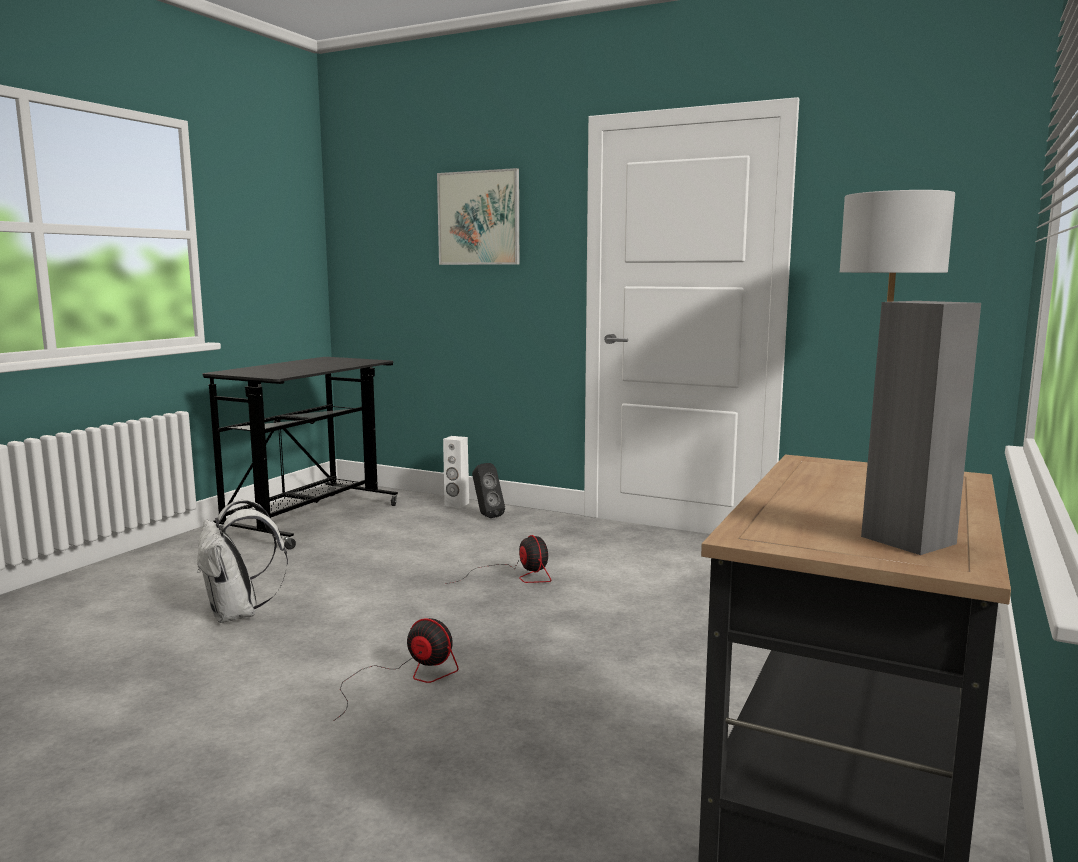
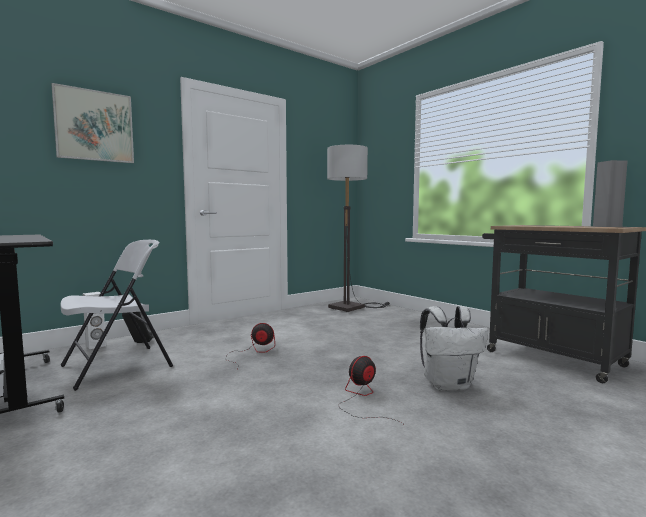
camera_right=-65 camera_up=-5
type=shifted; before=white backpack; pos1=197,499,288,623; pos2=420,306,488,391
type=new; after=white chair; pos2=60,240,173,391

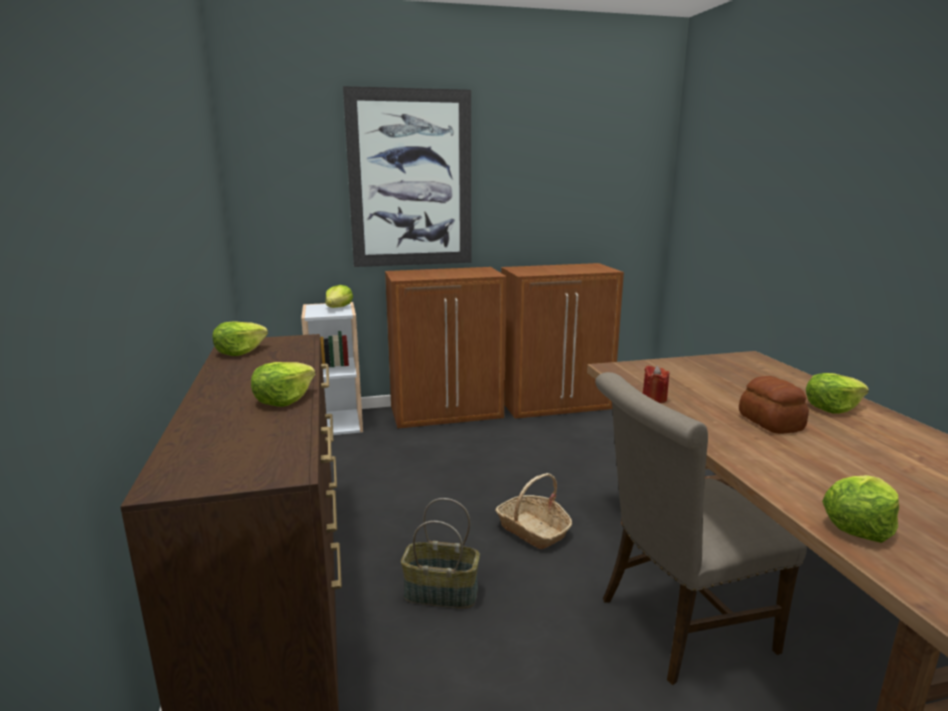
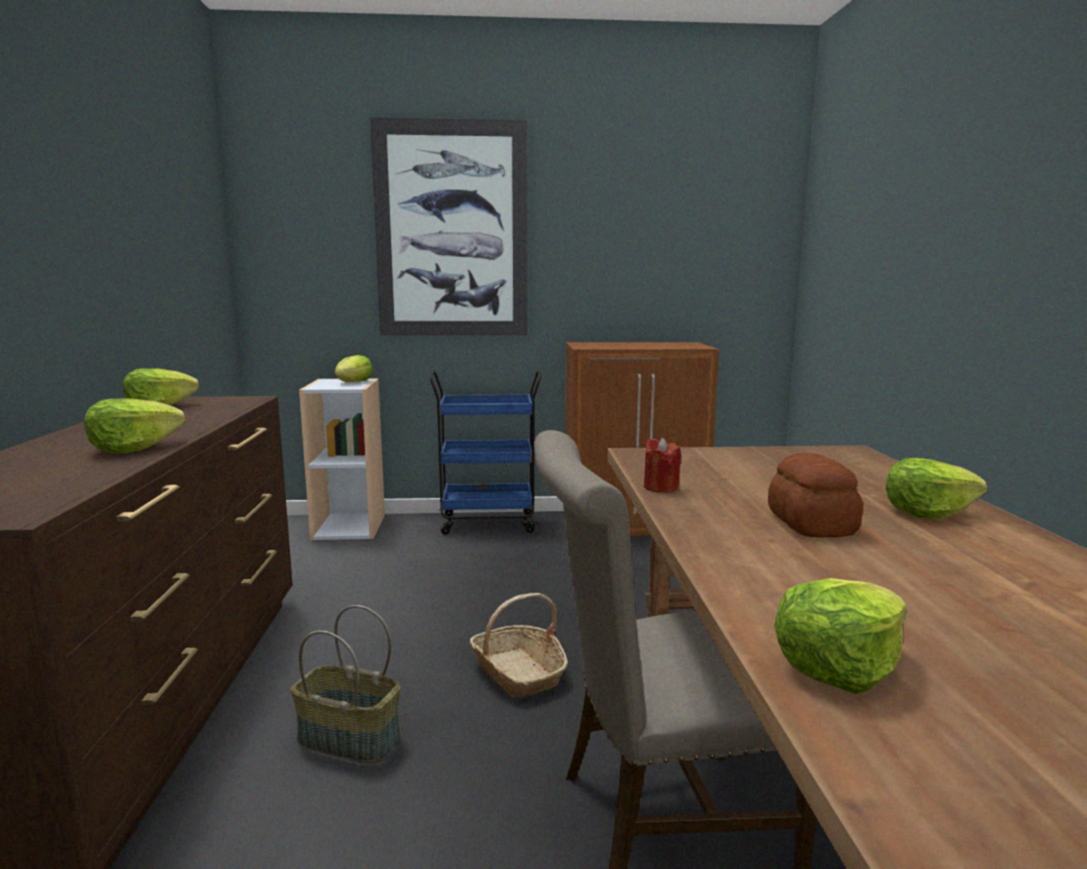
camera_right=10 camera_up=-5
type=swapped; before=brown cabinet; after=blue cart; pos1=385,267,507,428; pos2=430,370,541,535

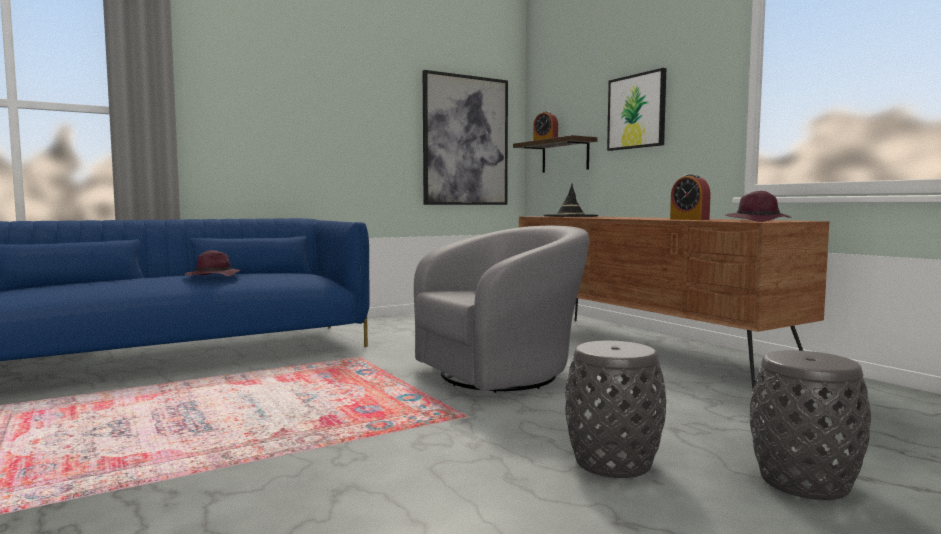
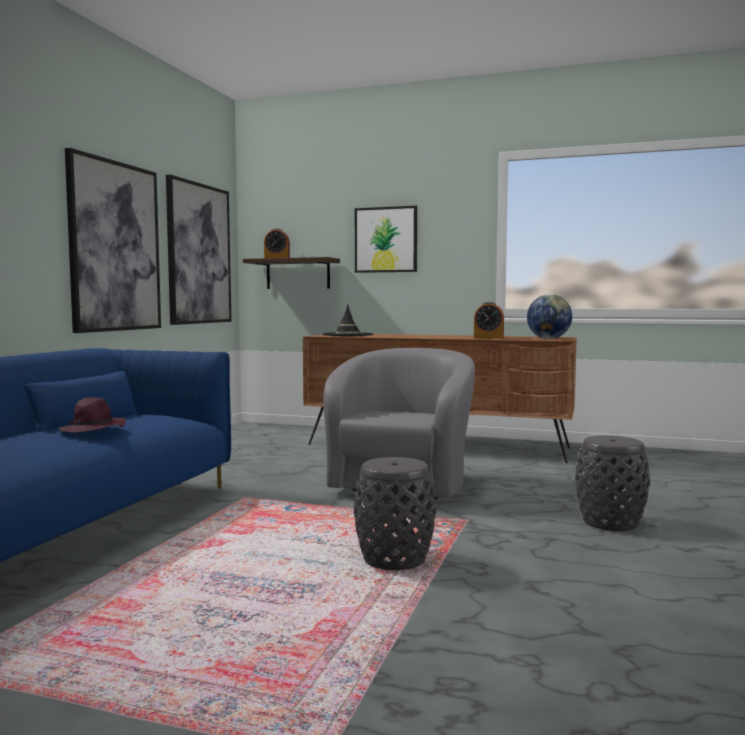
camera_right=-40 camera_up=0
type=swapped; before=purple hat; after=globe; pos1=726,191,792,222; pos2=527,294,572,339
type=shifted; before=grey stool; pos1=750,350,871,500; pos2=354,457,436,570
type=new; after=picture; pos2=65,148,161,333

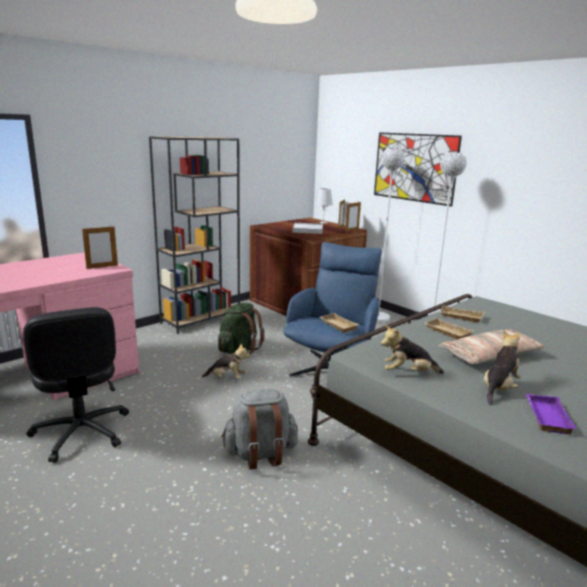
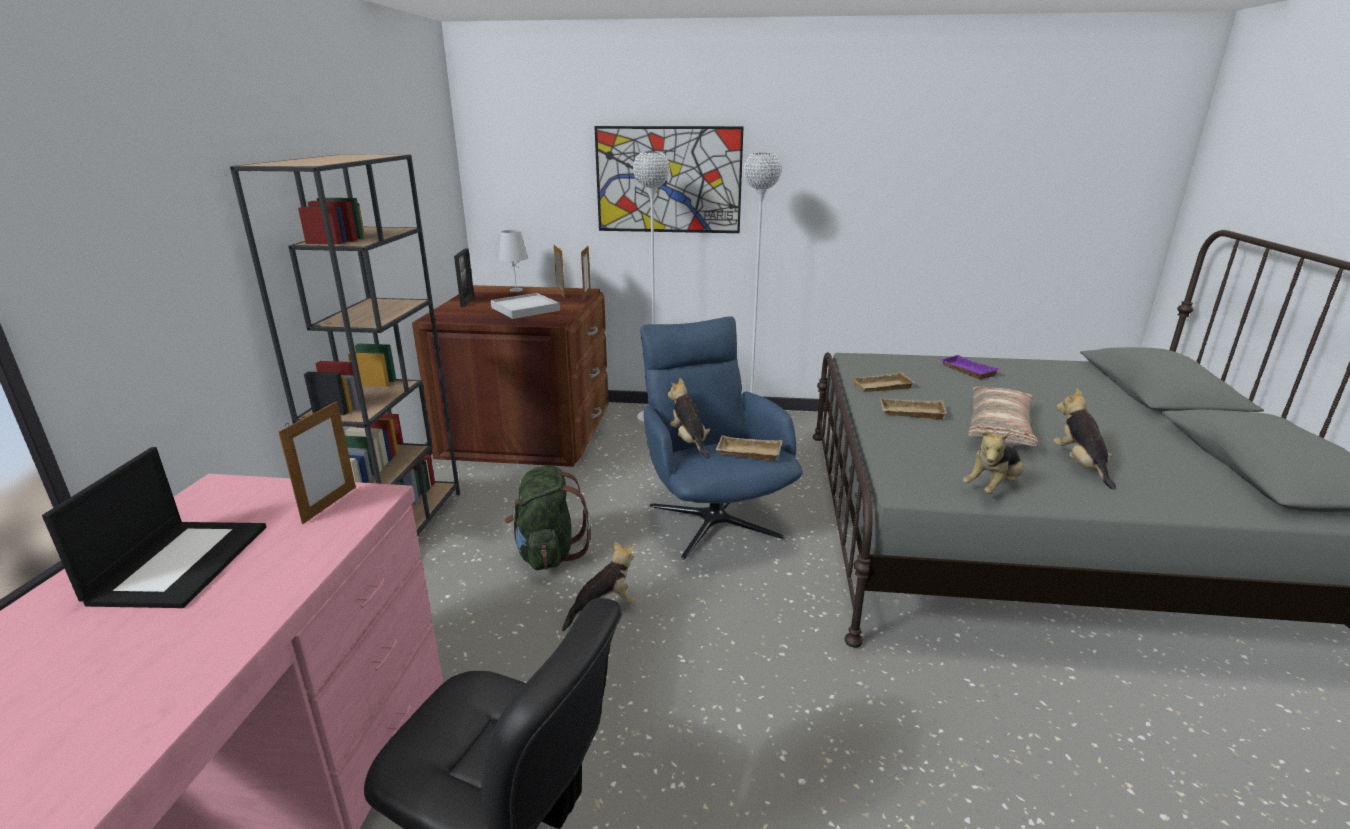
camera_right=-40 camera_up=5
type=gone; before=grey backpack; pos1=221,389,298,470
type=shifted; before=purple tray; pos1=526,394,577,434; pos2=939,355,1000,379
type=new; after=laptop; pos2=42,447,266,608
type=new; after=picture frame; pos2=454,248,474,307
type=new; after=plush toy; pos2=668,378,710,459

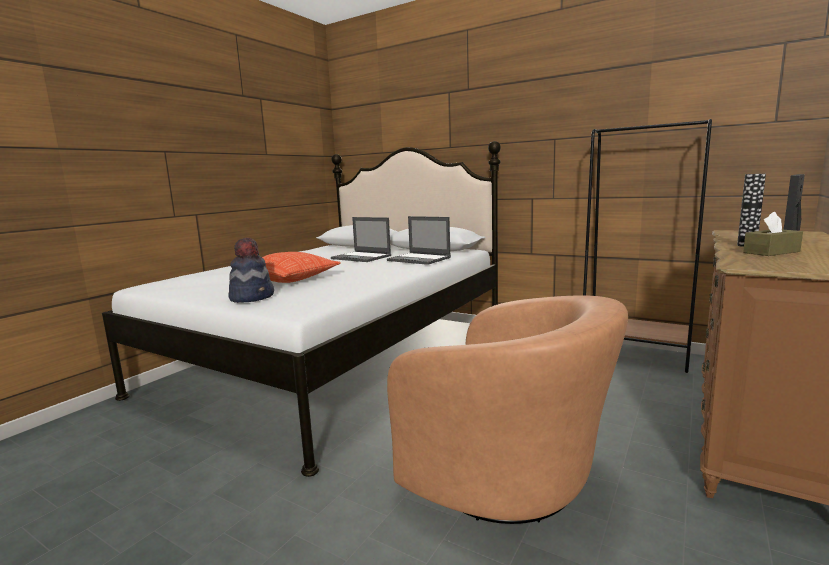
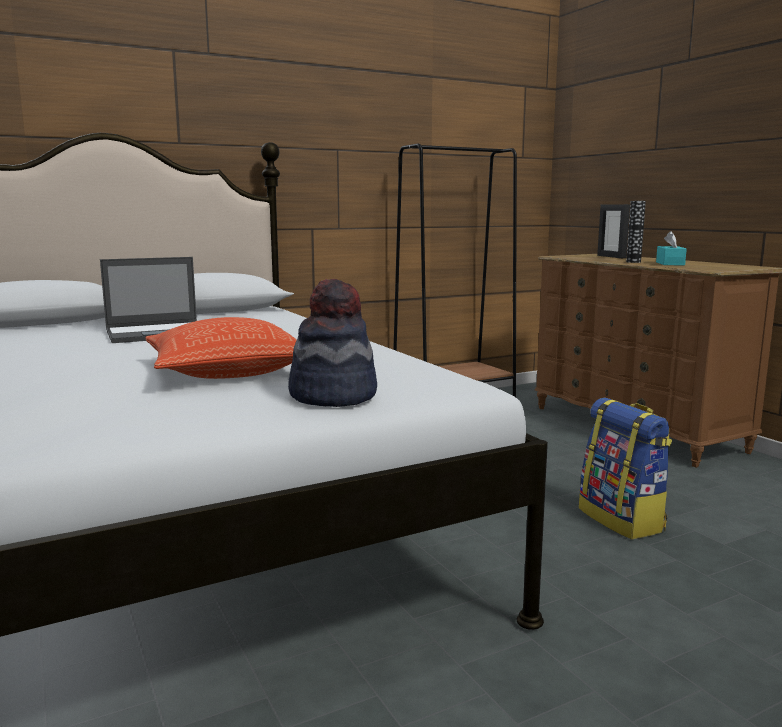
camera_right=-60 camera_up=0
type=gone; before=laptop; pos1=387,216,451,265
type=swapped; before=brown armchair; after=backpack; pos1=387,295,628,524; pos2=579,397,672,539
type=repainted; before=brown tissue box; after=turquoise tissue box; pos1=743,212,803,256; pos2=656,231,687,266

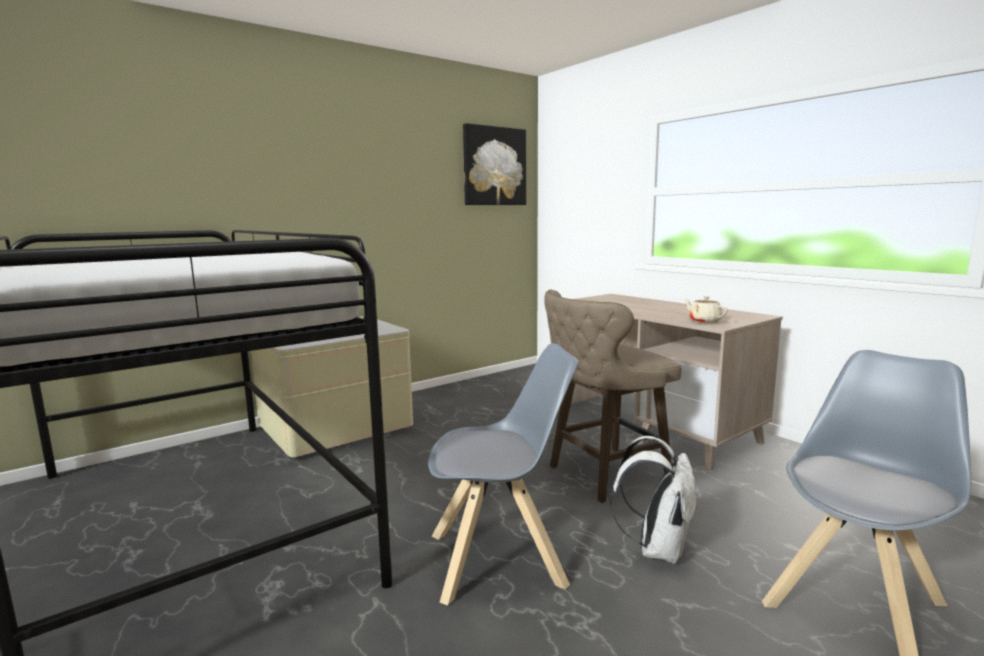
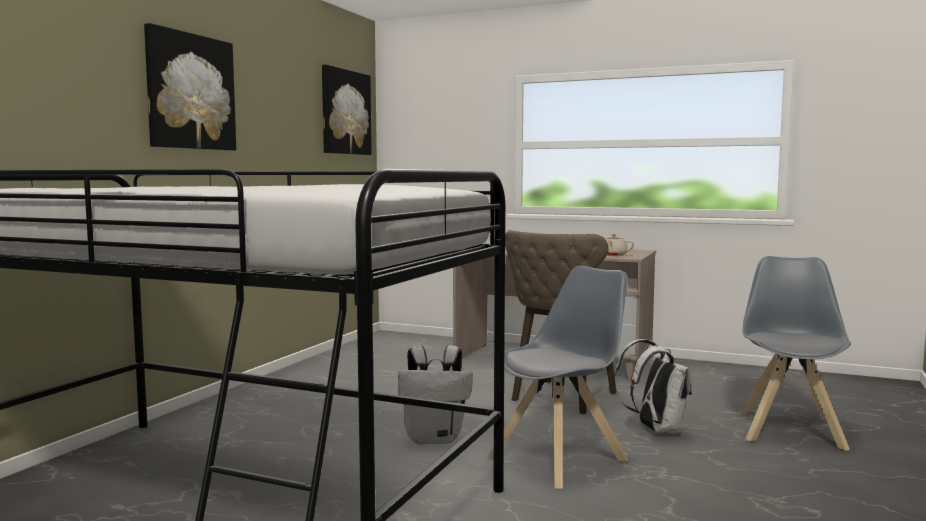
camera_right=-30 camera_up=-5
type=gone; before=beige nightstand; pos1=251,316,413,457
type=new; after=picture; pos2=144,23,236,151
type=new; after=white backpack; pos2=398,345,473,444

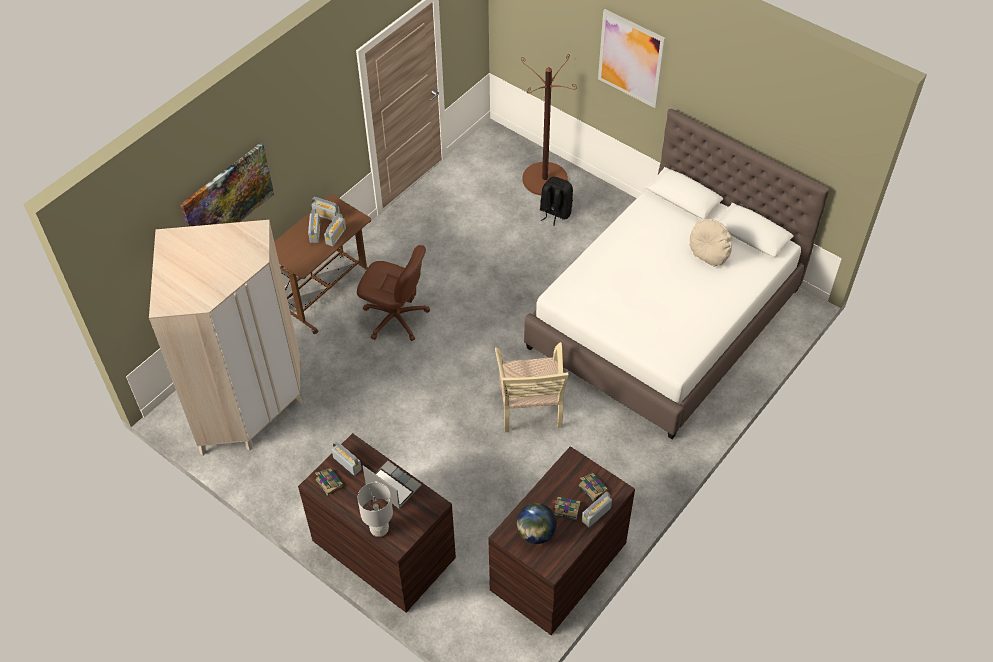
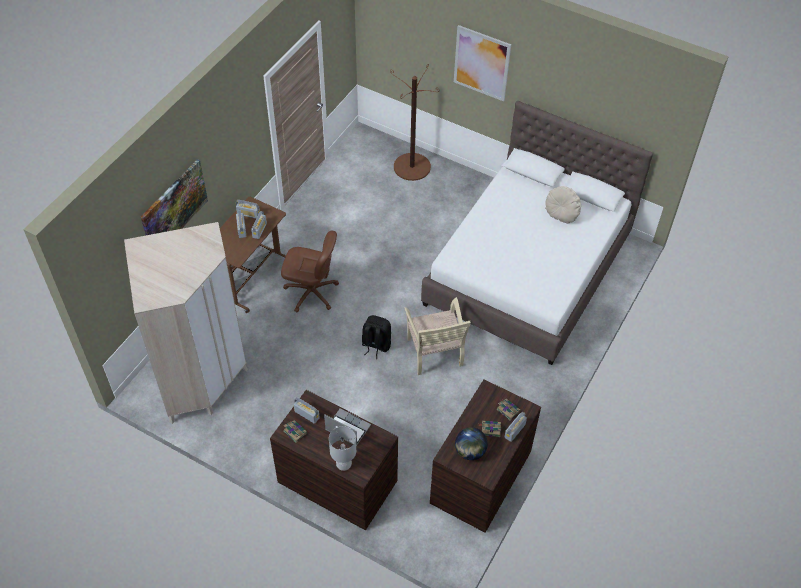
camera_right=-10 camera_up=0
type=shifted; before=black backpack; pos1=540,177,573,226; pos2=362,315,391,359

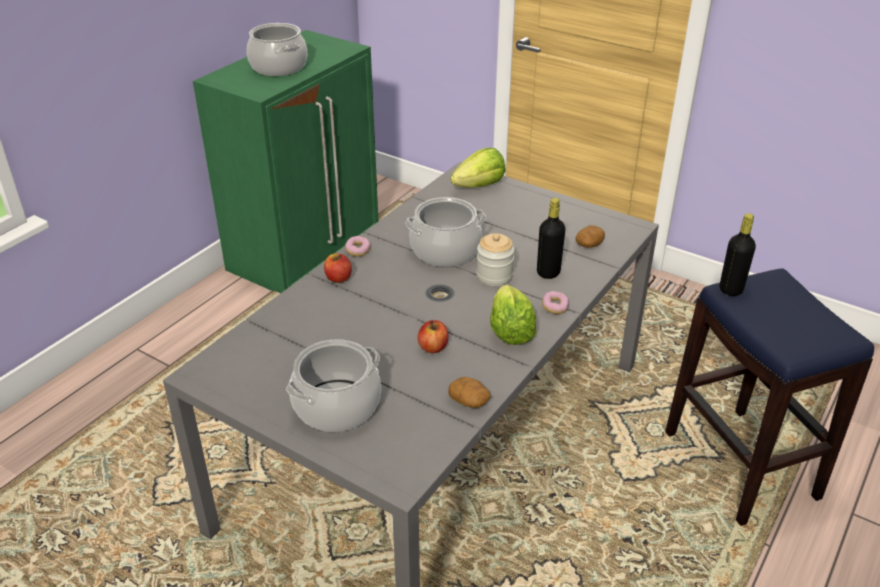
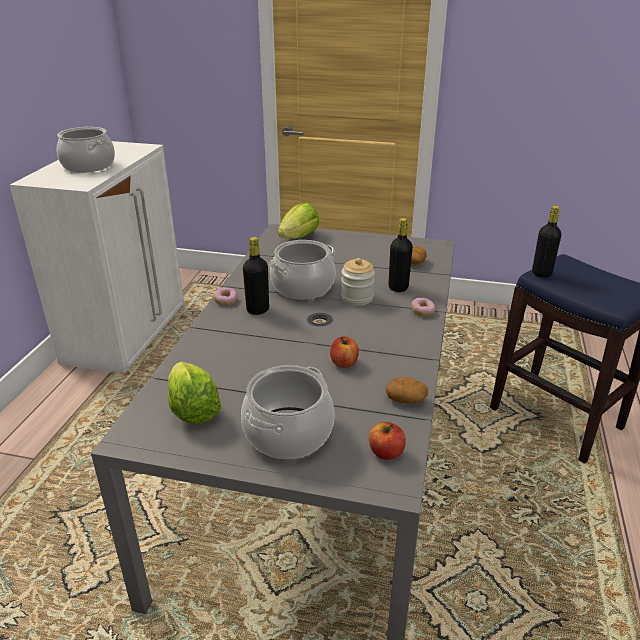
camera_right=-20 camera_up=-5
type=repainted; before=green cabinet; after=white cabinet; pos1=193,30,378,293; pos2=10,141,184,373
type=shifted; before=apple; pos1=324,253,352,283; pos2=369,422,406,460
type=shifted; before=lettuce; pos1=490,284,536,345; pos2=168,362,221,424
type=new; after=black bottle; pos2=243,237,269,315

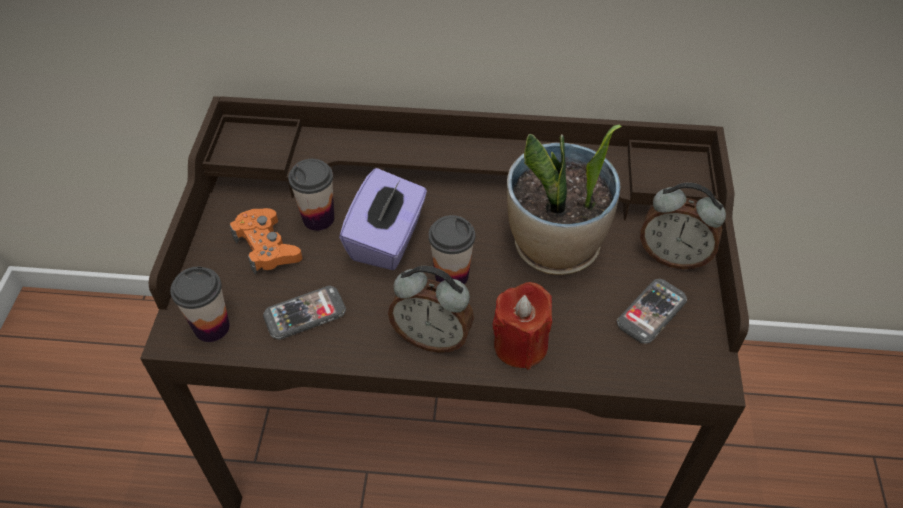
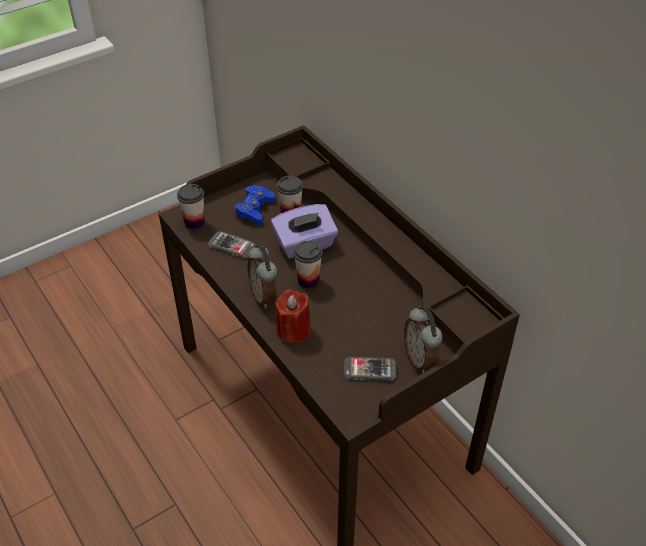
camera_right=50 camera_up=-5
type=repainted; before=orange game controller; after=blue game controller; pos1=229,208,302,274; pos2=235,185,275,225
type=gone; before=potted plant; pos1=507,125,622,275

